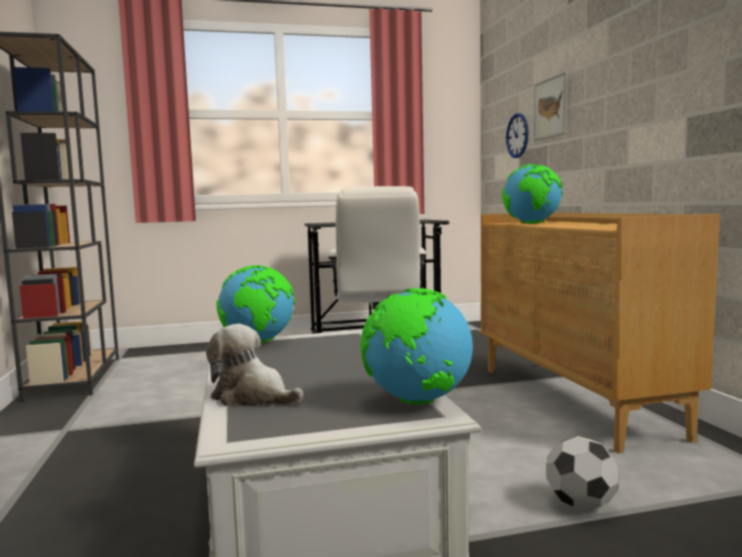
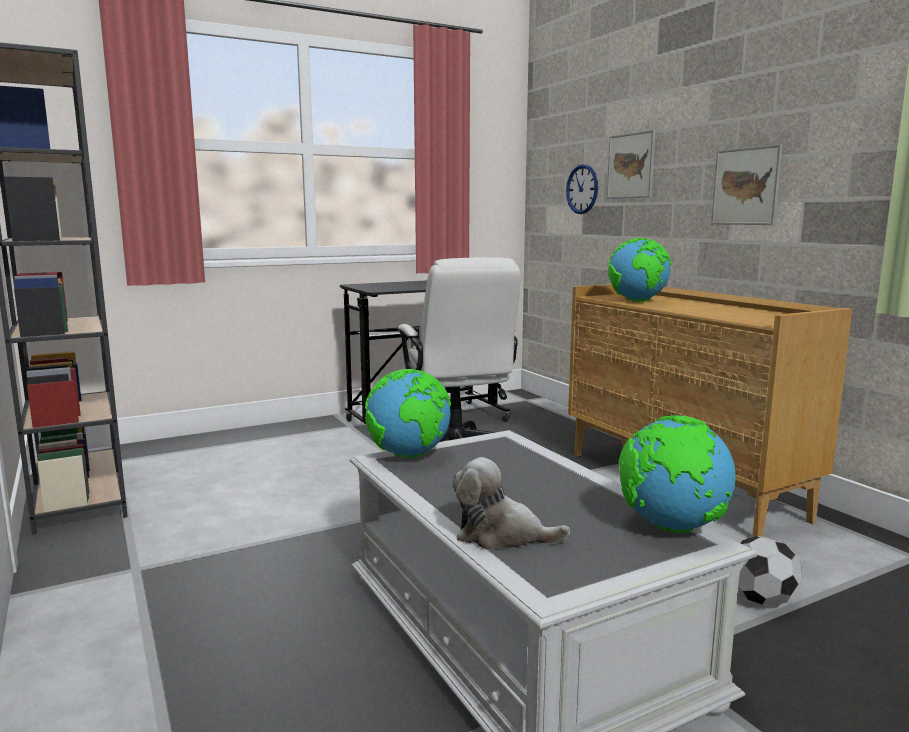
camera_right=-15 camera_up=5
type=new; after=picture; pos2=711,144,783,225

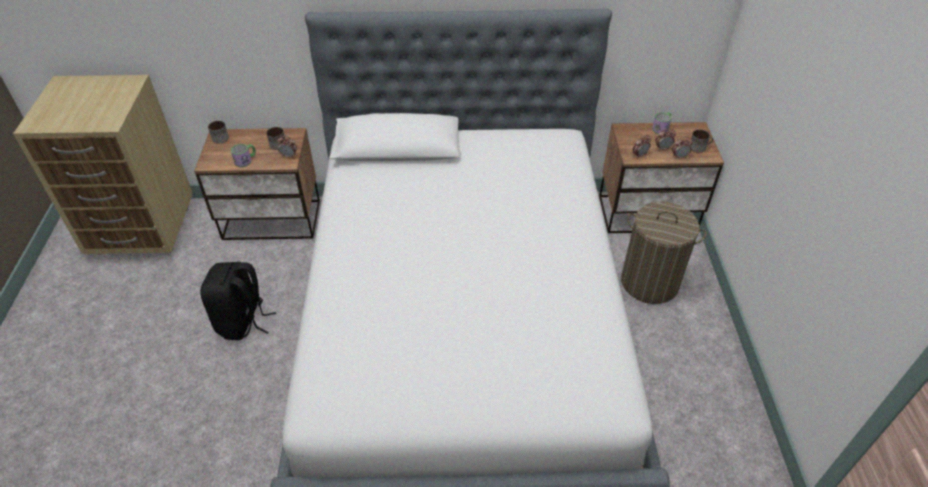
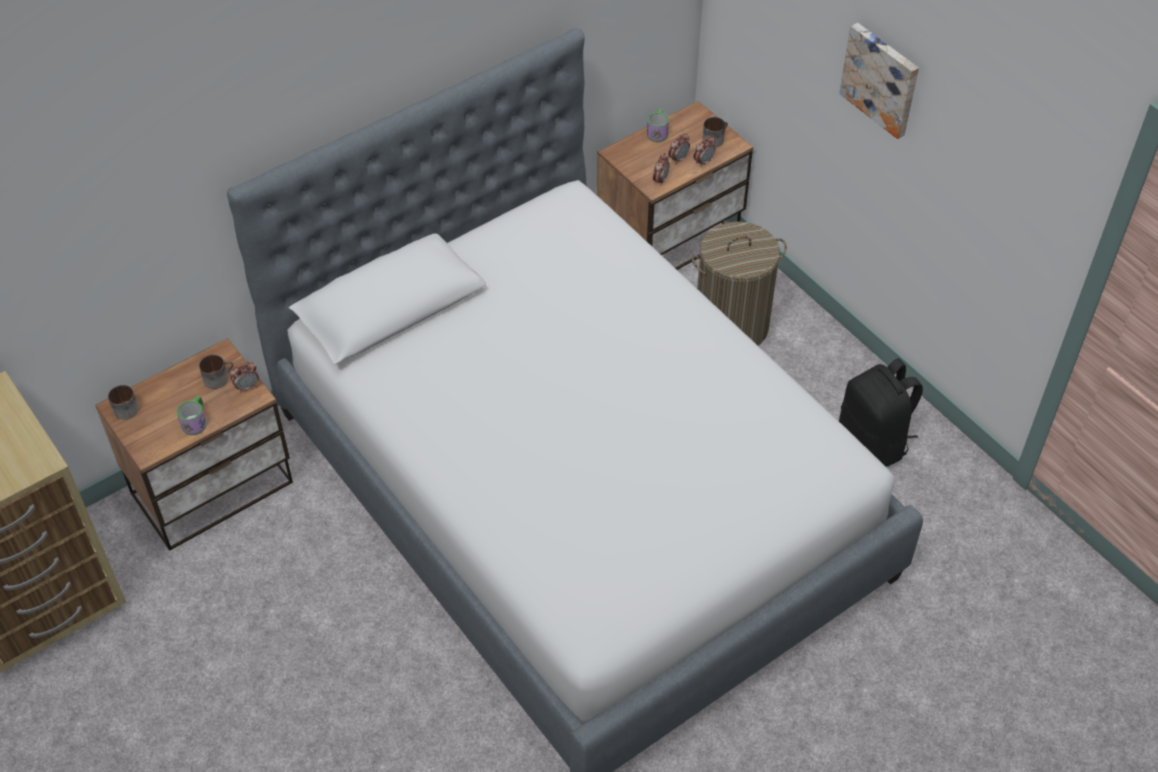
camera_right=-35 camera_up=5
type=shifted; before=black backpack; pos1=201,262,276,340; pos2=839,358,923,467
type=new; after=picture; pos2=839,23,919,139

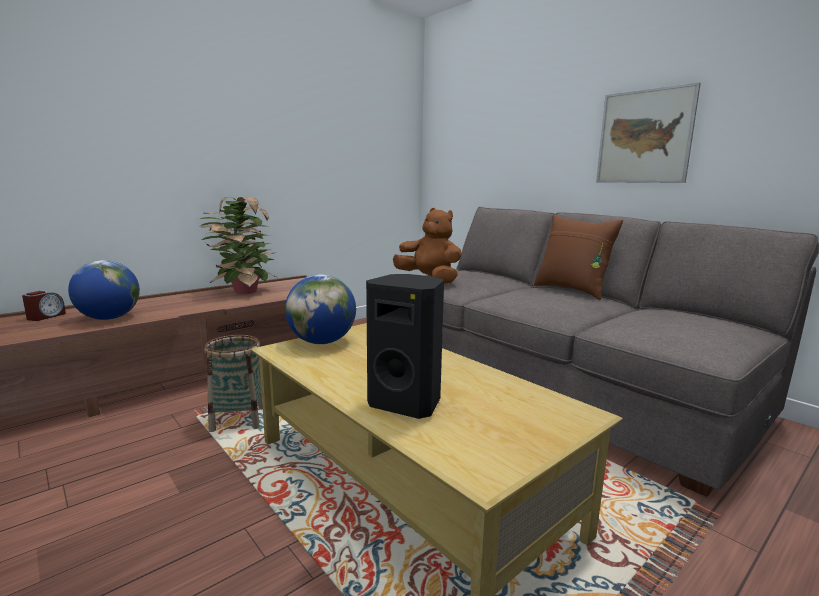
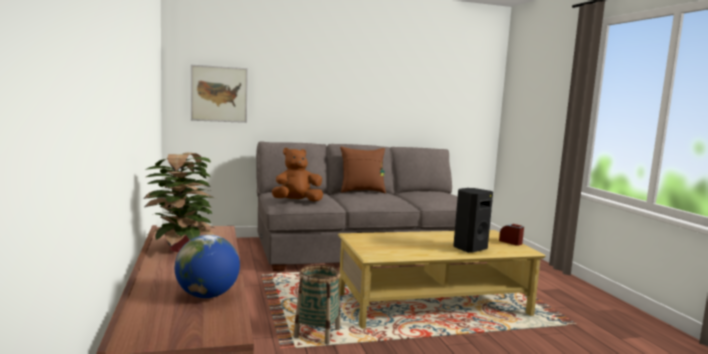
camera_right=-65 camera_up=-5
type=shifted; before=alarm clock; pos1=22,291,66,321; pos2=499,224,524,246
type=gone; before=globe; pos1=285,274,356,344
type=shifted; before=picture; pos1=596,82,701,183; pos2=191,64,248,123

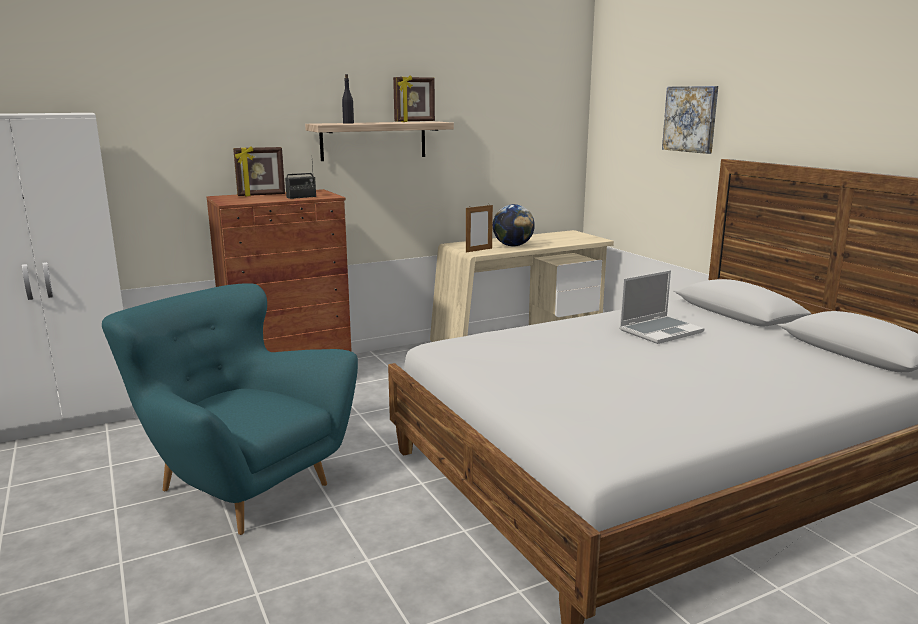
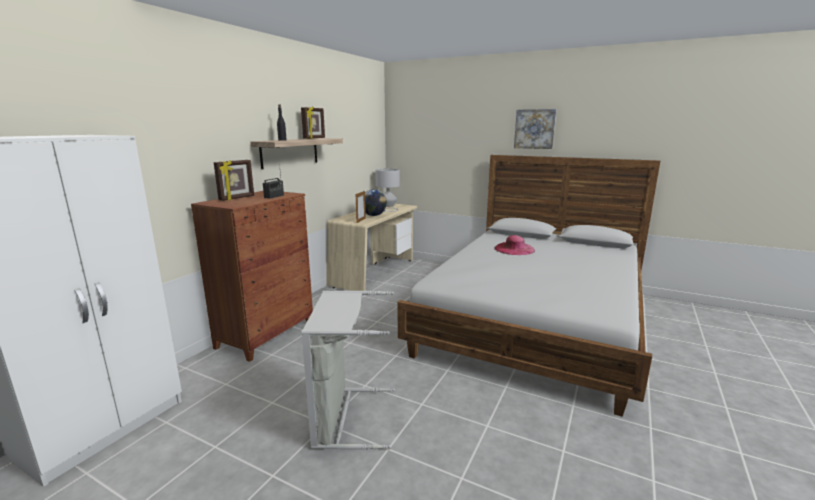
camera_right=-35 camera_up=0
type=swapped; before=turquoise armchair; after=grey laundry basket; pos1=102,283,358,535; pos2=301,291,395,450
type=swapped; before=laptop; after=pink hat; pos1=619,270,705,344; pos2=494,235,535,255
type=shifted; before=picture; pos1=662,86,718,154; pos2=514,109,556,149
type=new; after=grey table lamp; pos2=375,168,400,212

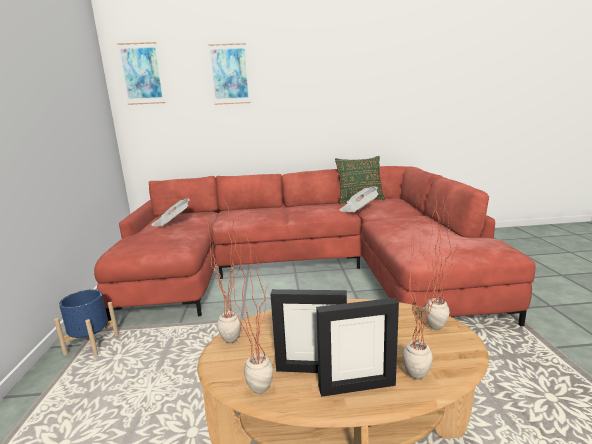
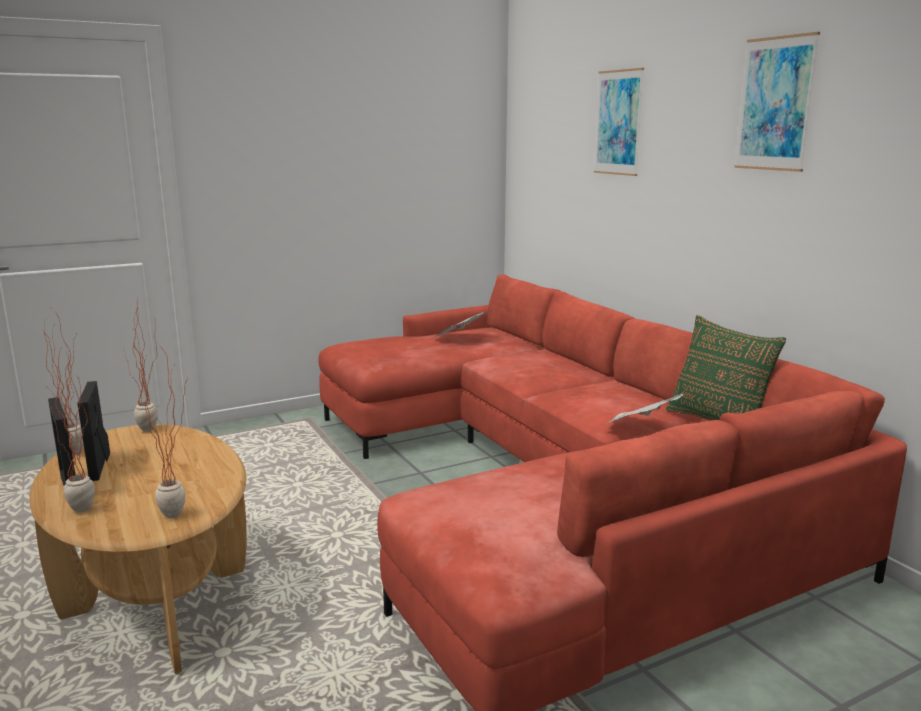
camera_right=65 camera_up=0
type=gone; before=blue planter; pos1=54,289,119,356
type=shifted; before=picture; pos1=117,42,165,105; pos2=734,32,820,172

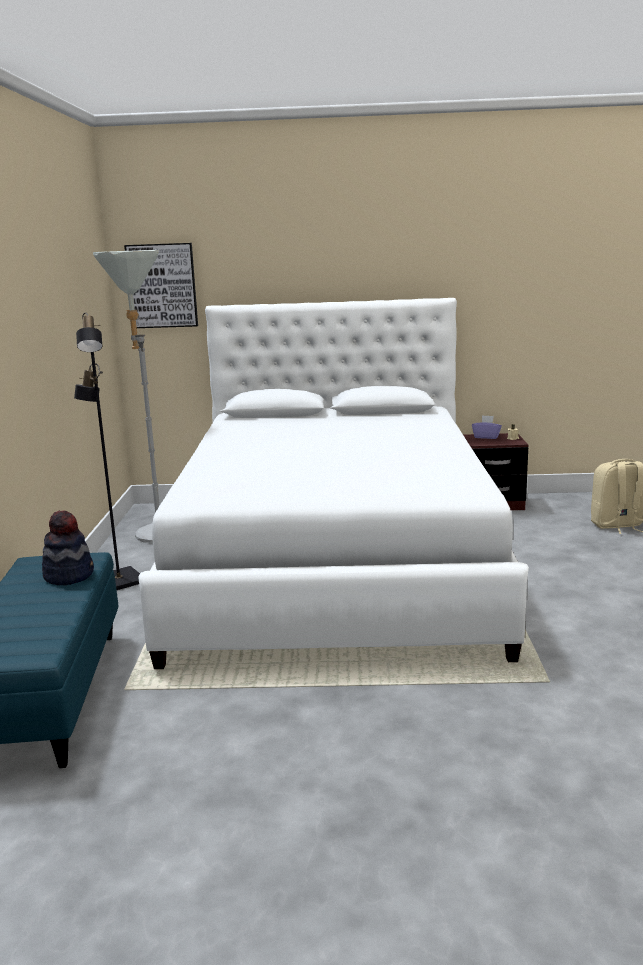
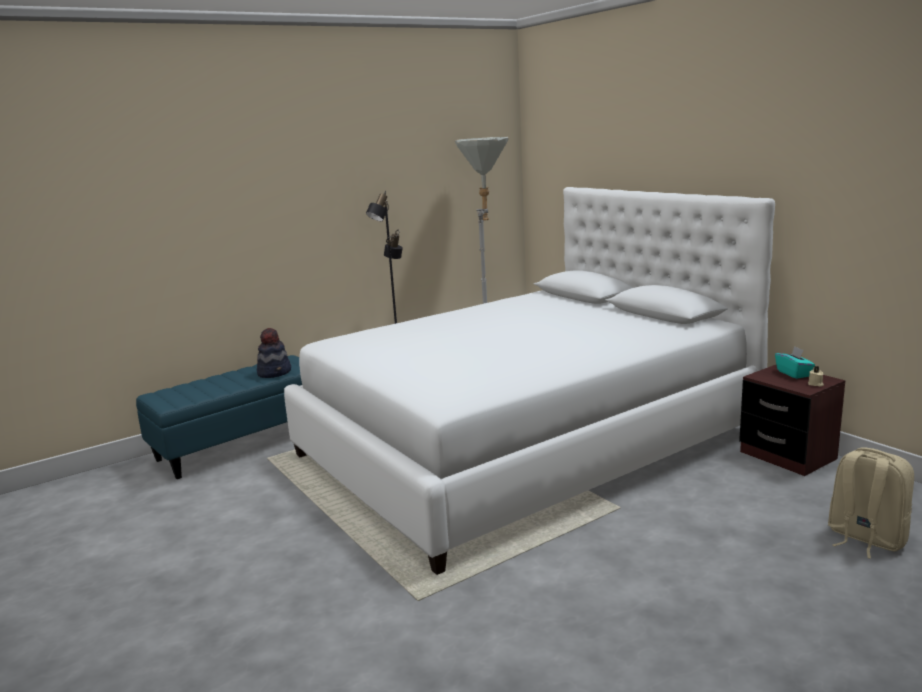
camera_right=55 camera_up=0
type=gone; before=picture; pos1=124,243,198,328
type=repainted; before=purple tissue box; after=turquoise tissue box; pos1=472,415,502,439; pos2=775,346,815,379

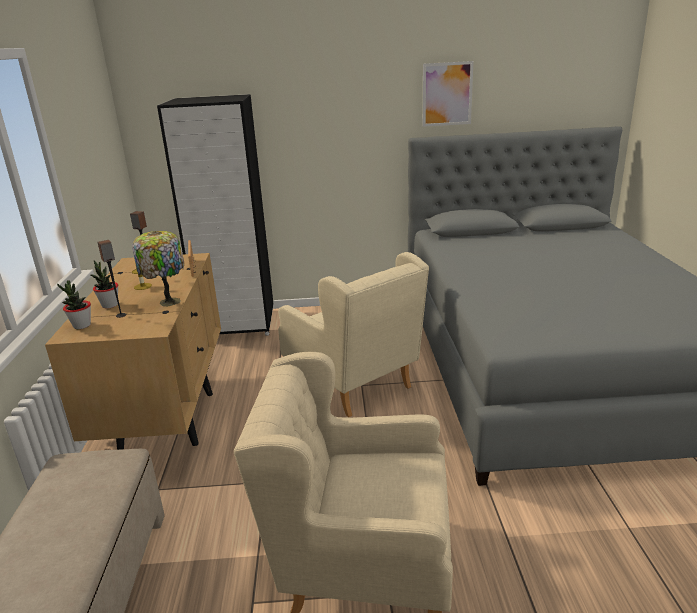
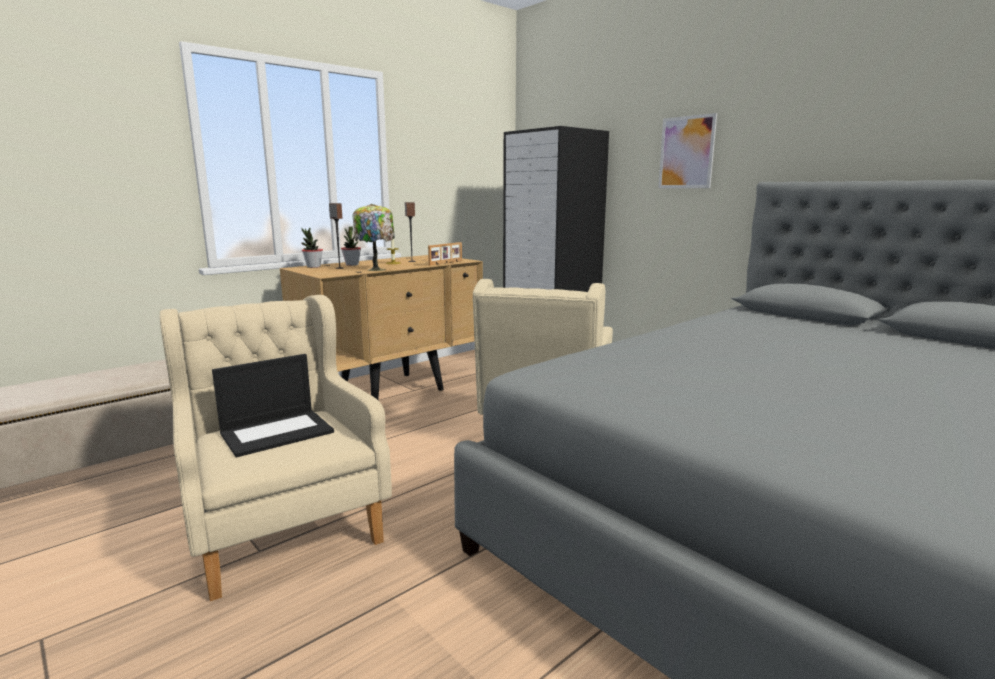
camera_right=50 camera_up=-10
type=shifted; before=picture; pos1=423,61,474,127; pos2=658,113,717,188
type=new; after=laptop; pos2=212,354,334,457

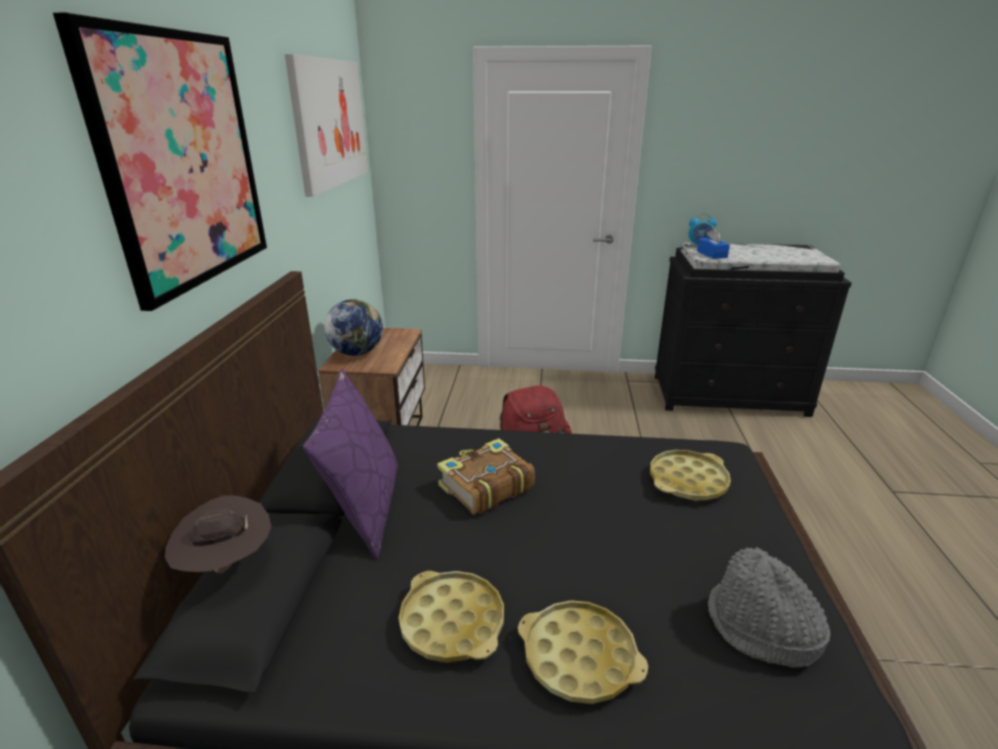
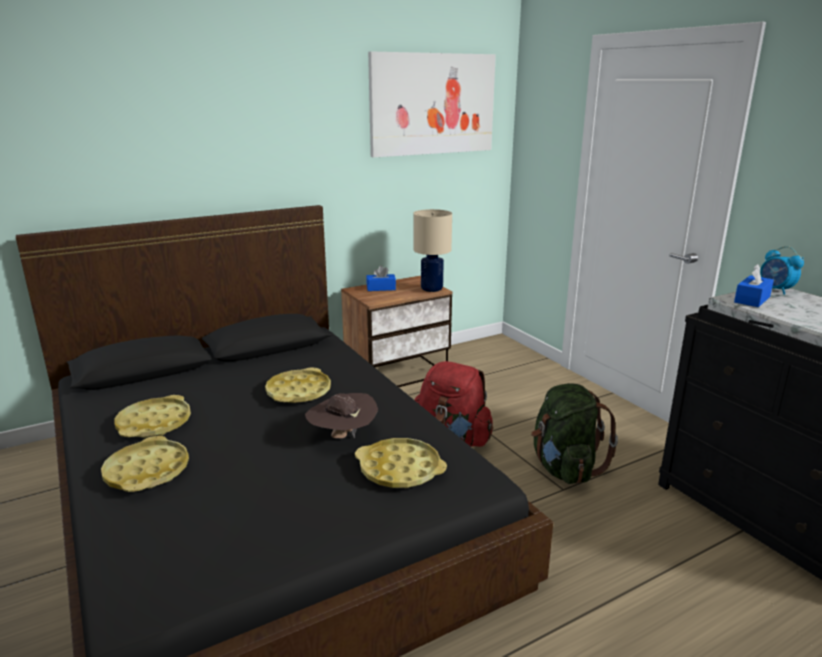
camera_right=55 camera_up=-5
type=gone; before=picture; pos1=53,13,267,311
type=shifted; before=brown hat; pos1=165,495,271,573; pos2=305,393,378,438
type=gone; before=purple pillow; pos1=303,369,398,559
type=swapped; before=globe; after=blue tissue box; pos1=324,299,383,356; pos2=366,266,396,291
type=swapped; before=book; after=yellow tray; pos1=437,438,535,514; pos2=265,367,331,403
type=gone; before=grey hat; pos1=708,547,830,668
type=new; after=beige table lamp; pos2=413,209,452,292
type=new; after=green backpack; pos2=531,383,618,484

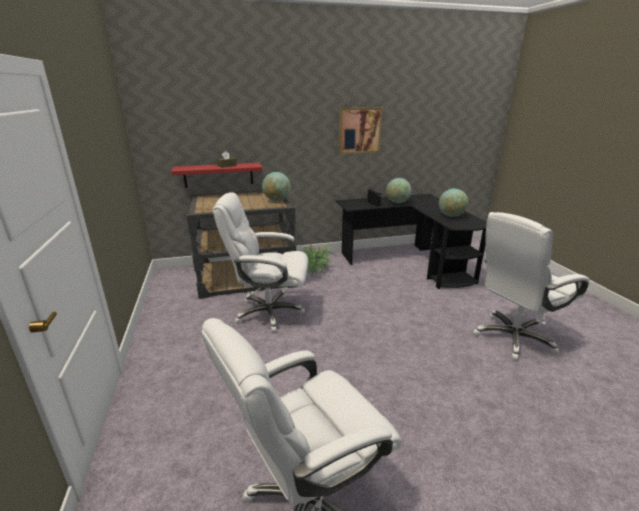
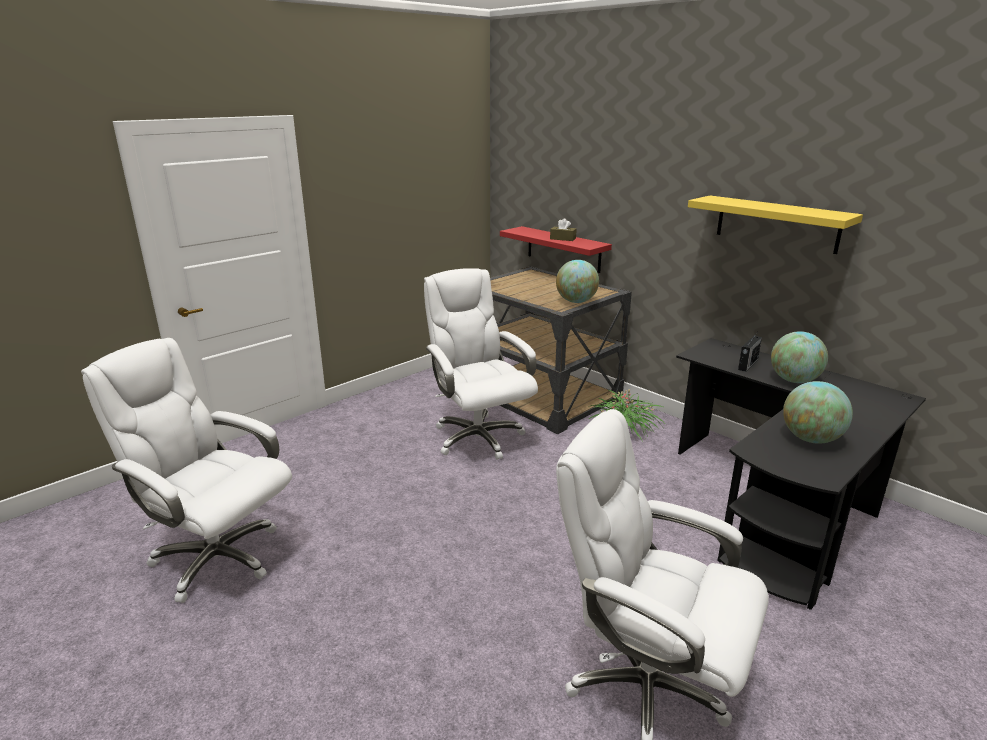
camera_right=60 camera_up=0
type=swapped; before=picture; after=yellow shelf; pos1=339,108,382,154; pos2=688,196,863,254

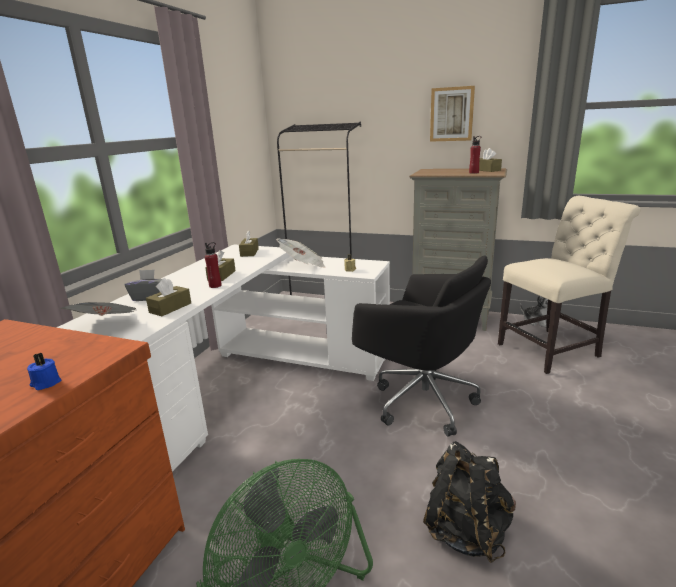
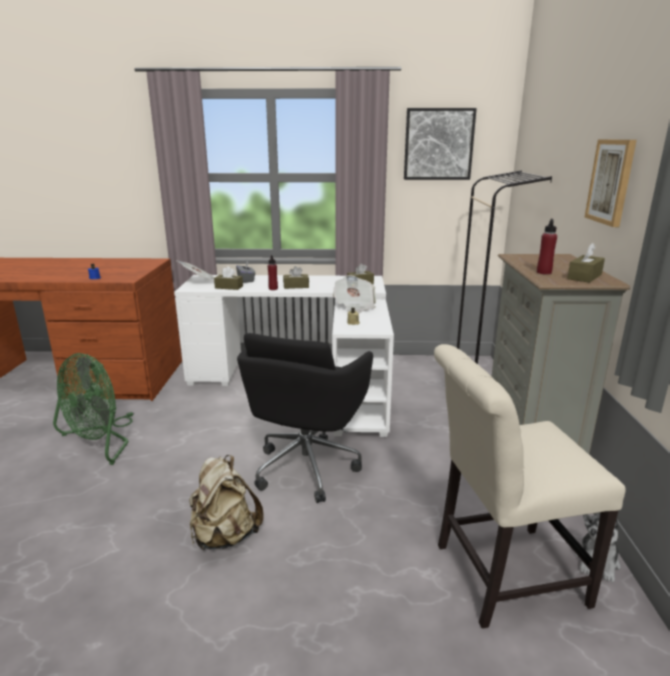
camera_right=70 camera_up=0
type=gone; before=black backpack; pos1=423,441,516,563
type=rotated; before=beige chair; pos1=498,196,641,374; pos2=434,344,626,629; turn=120
type=new; after=beige backpack; pos2=189,455,264,551
type=new; after=picture; pos2=404,108,477,180

